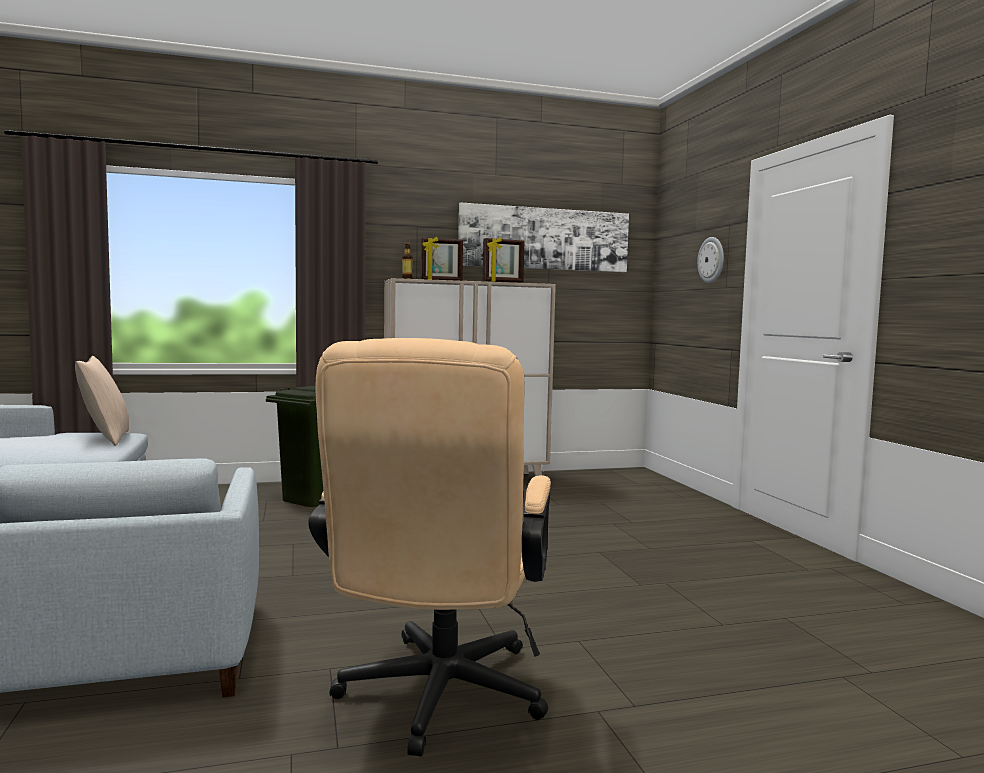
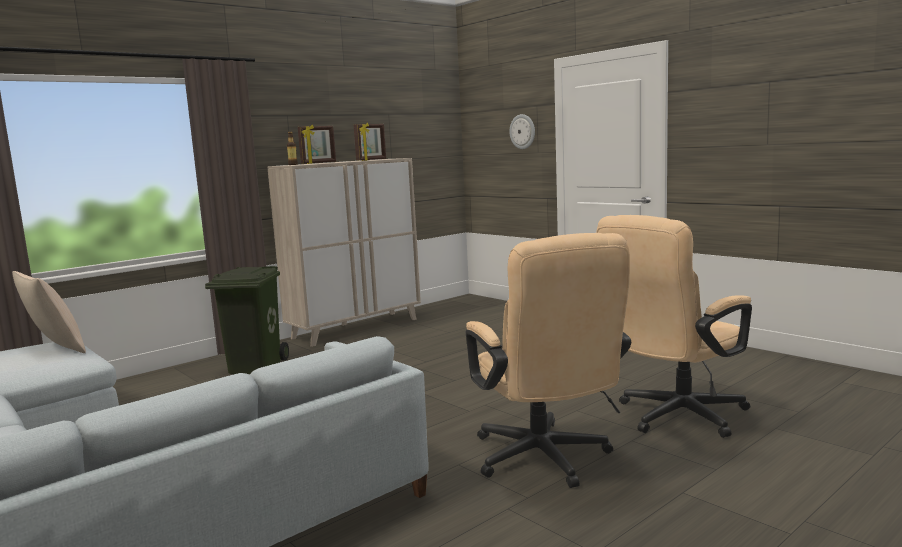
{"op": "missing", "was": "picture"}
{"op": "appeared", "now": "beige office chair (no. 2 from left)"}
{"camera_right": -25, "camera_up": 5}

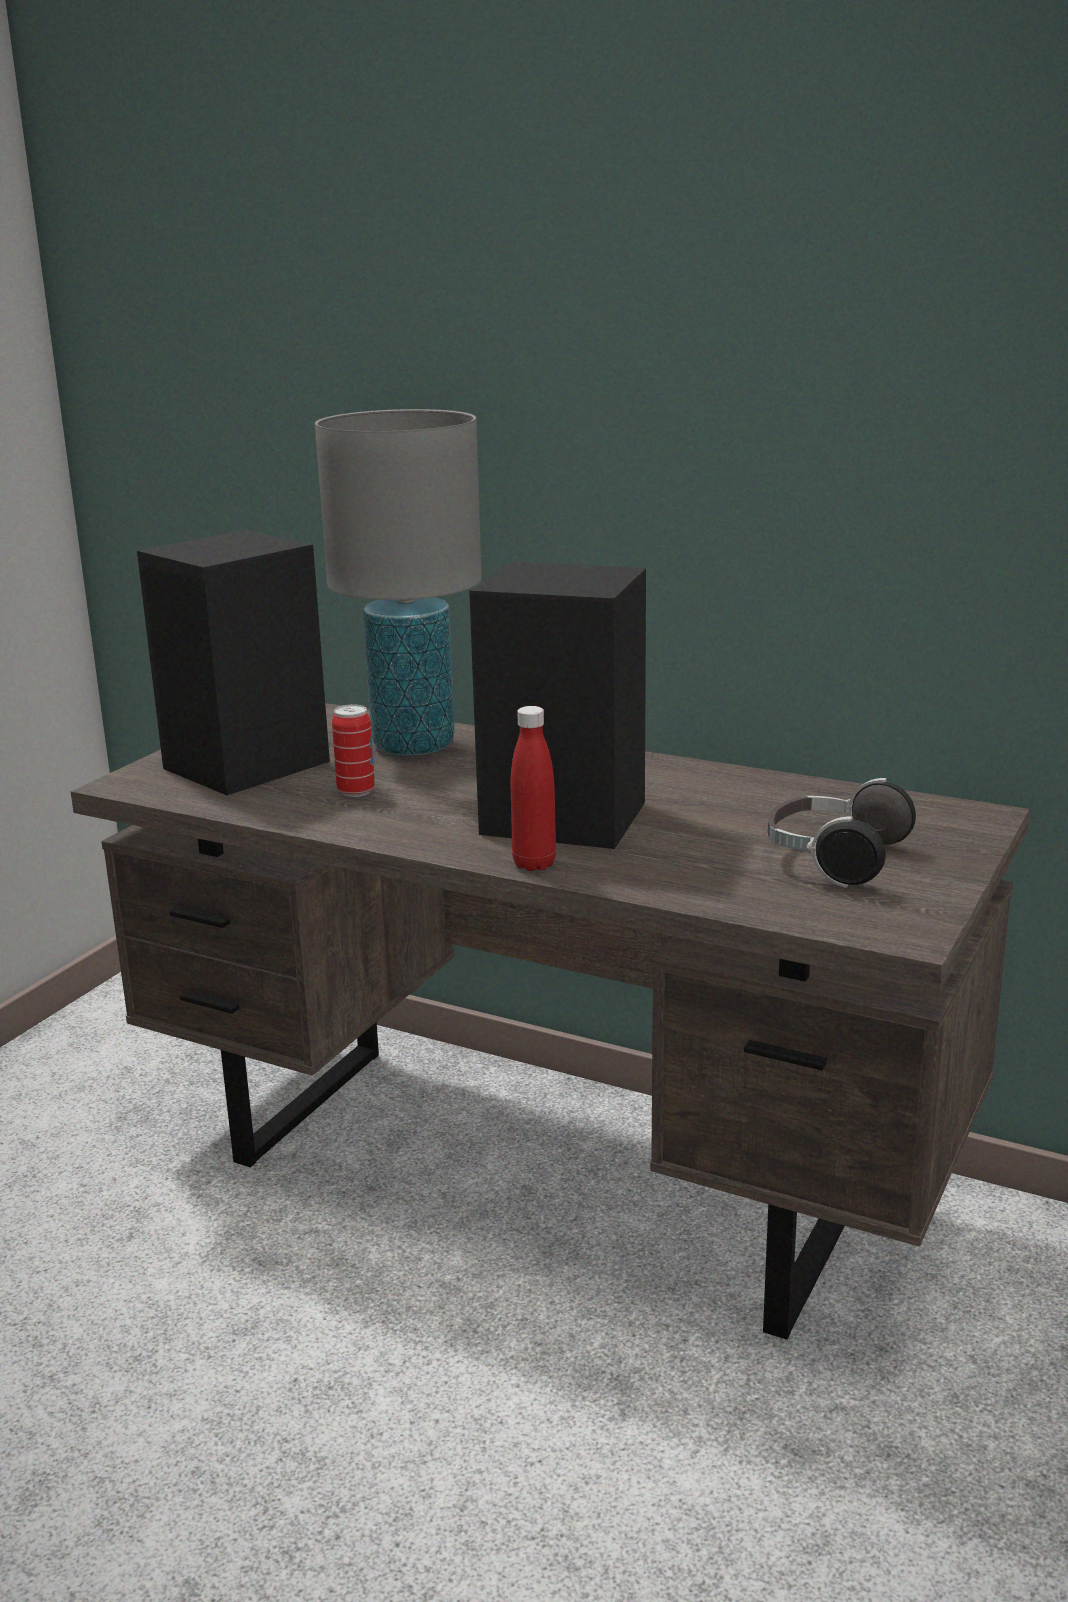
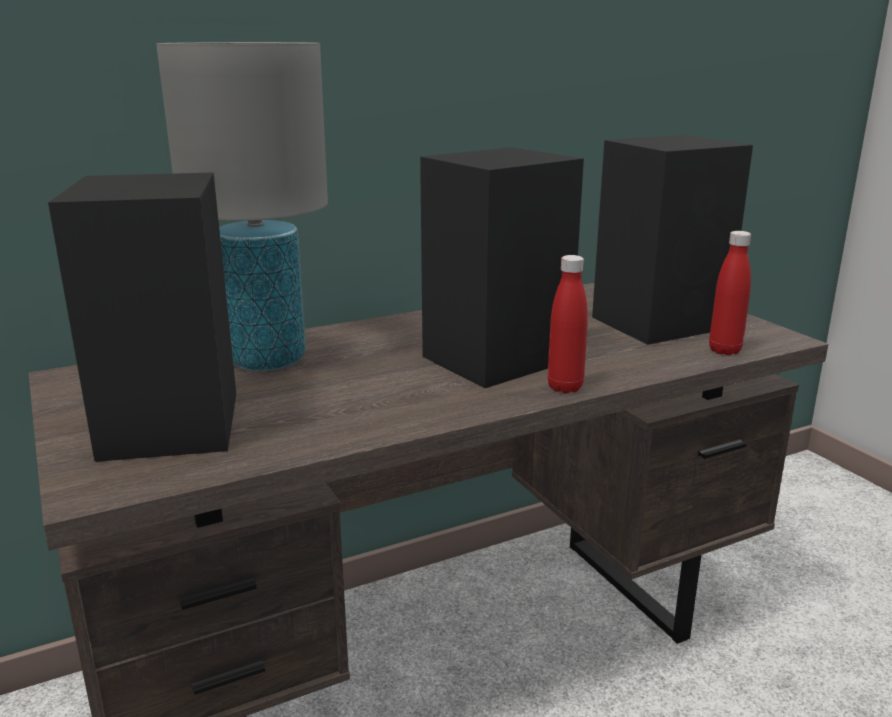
{"op": "missing", "was": "can"}
{"op": "appeared", "now": "red bottle (no. 2 from left)"}
{"op": "exchanged", "was": "headphones", "now": "black speaker (no. 3 from left)"}
{"camera_right": -55, "camera_up": 0}

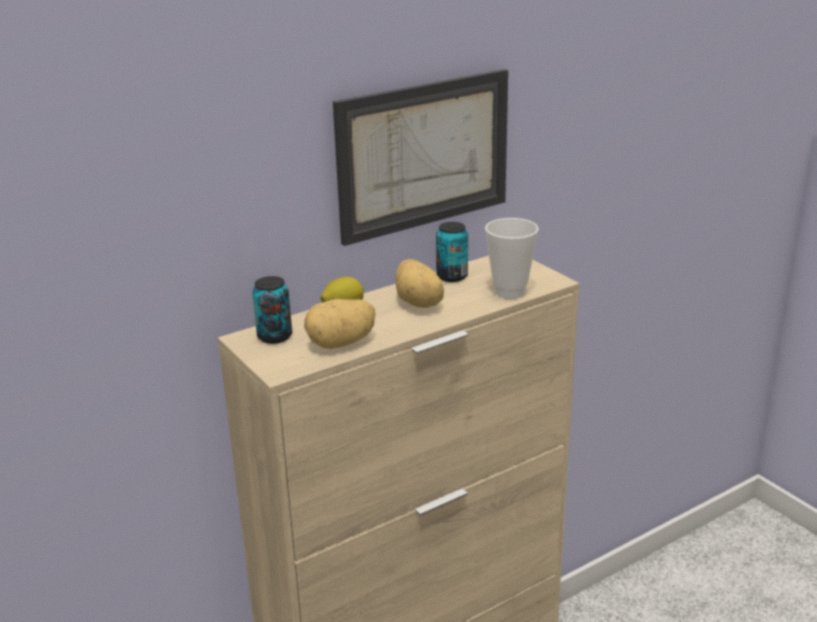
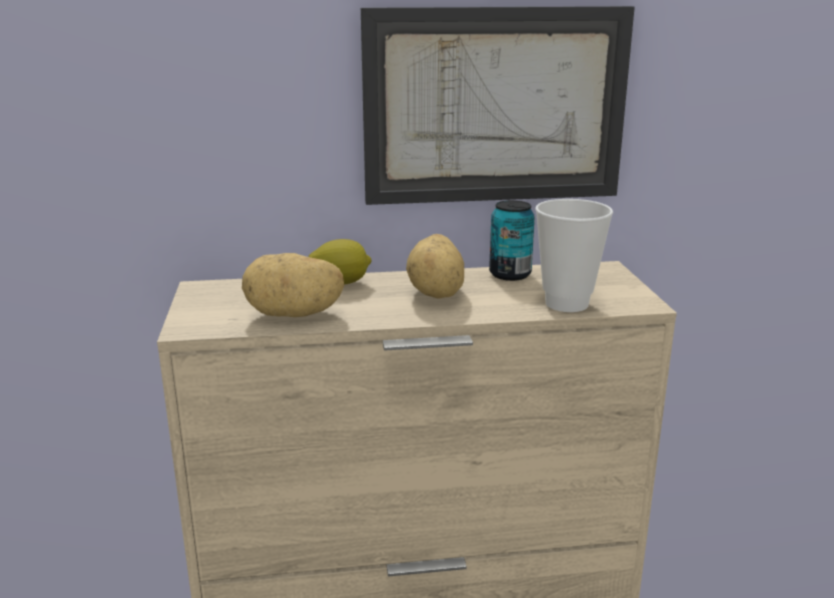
{"op": "missing", "was": "can (no. 1 from left)"}
{"camera_right": 25, "camera_up": -5}

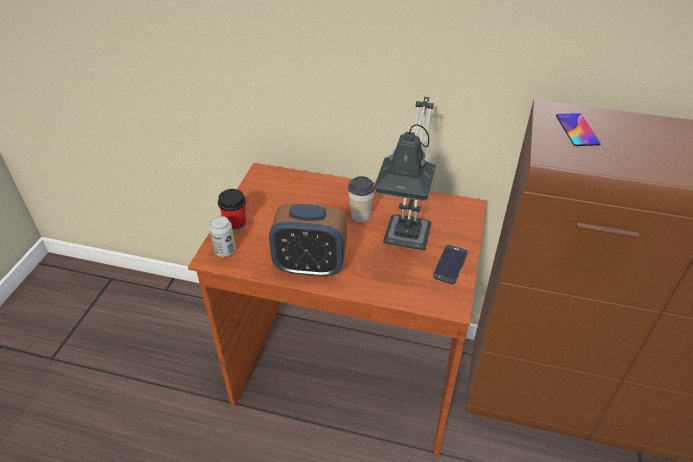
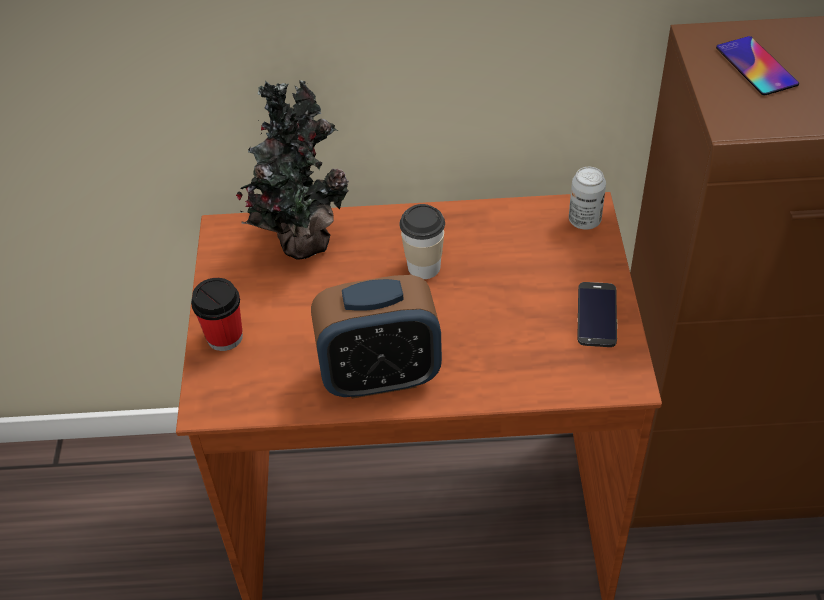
{"op": "missing", "was": "table lamp"}
{"op": "appeared", "now": "potted plant"}
{"op": "relocated", "was": "can"}
{"camera_right": -15, "camera_up": 5}

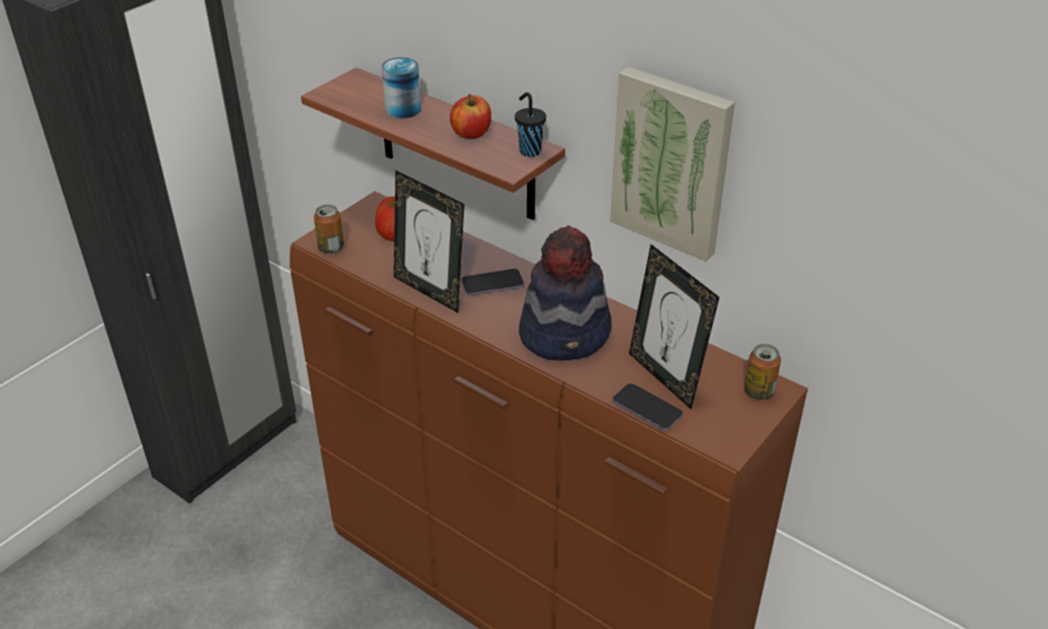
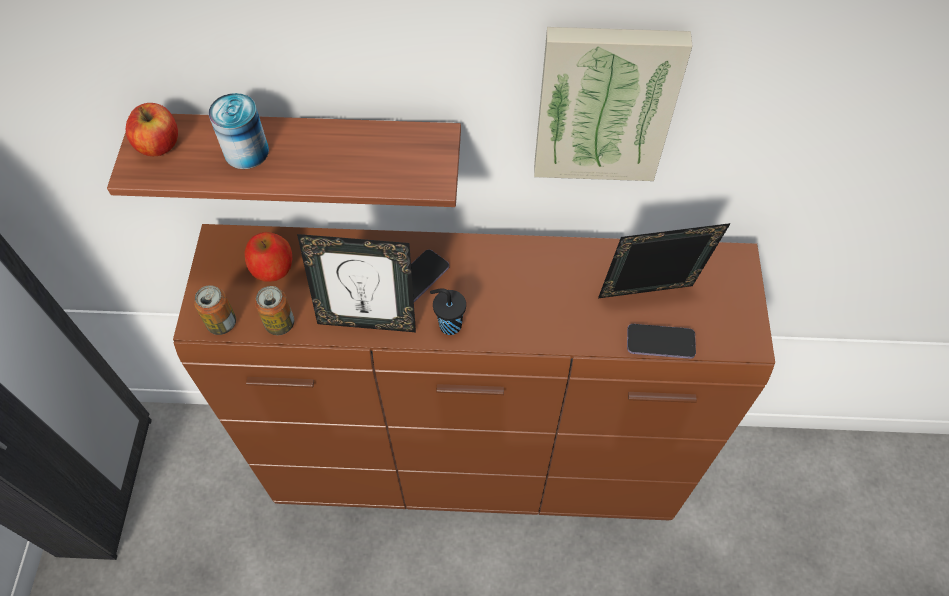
{"op": "missing", "was": "hat"}
{"op": "relocated", "was": "apple (no. 2 from left in the first image)", "now": "apple (no. 1 from left)"}
{"op": "relocated", "was": "black cup"}
{"op": "relocated", "was": "can (no. 3 from left)"}
{"op": "spun", "was": "picture frame (no. 2 from left)", "clockwise": 150}
{"camera_right": -35, "camera_up": 20}

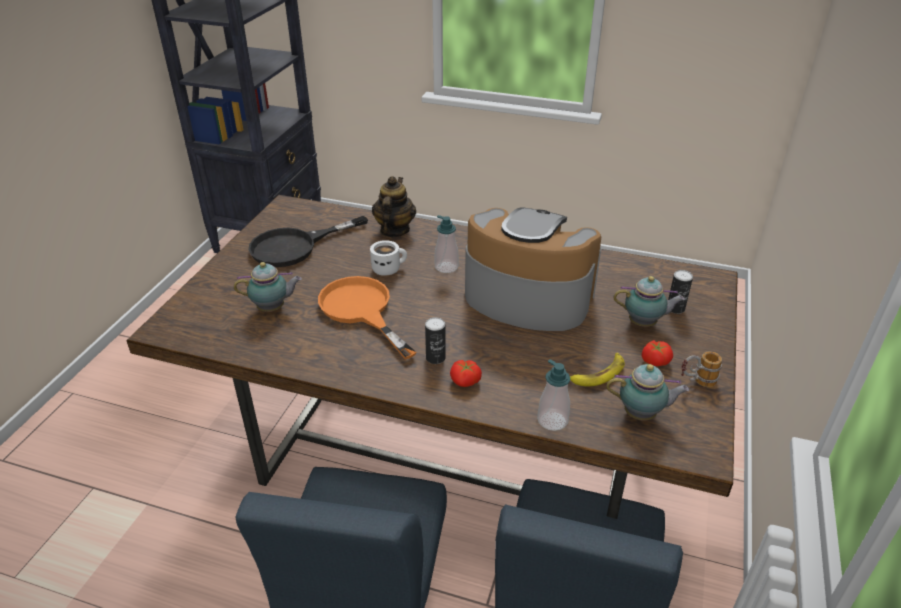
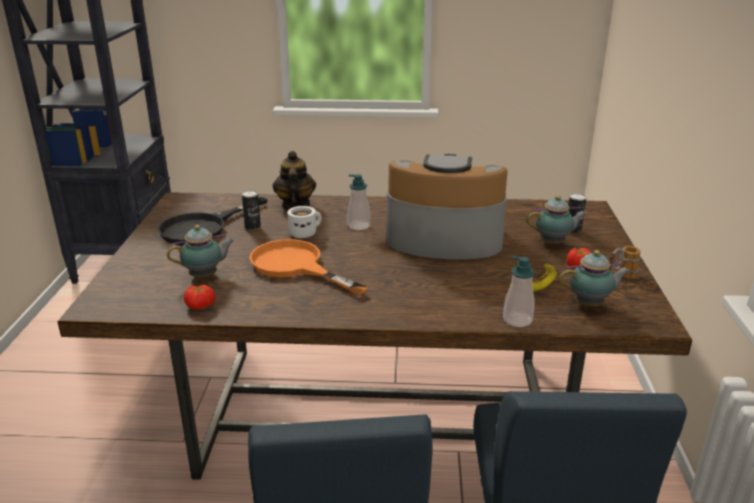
{"op": "relocated", "was": "can (no. 1 from left)"}
{"op": "relocated", "was": "tomato (no. 1 from left)"}
{"camera_right": -15, "camera_up": -10}

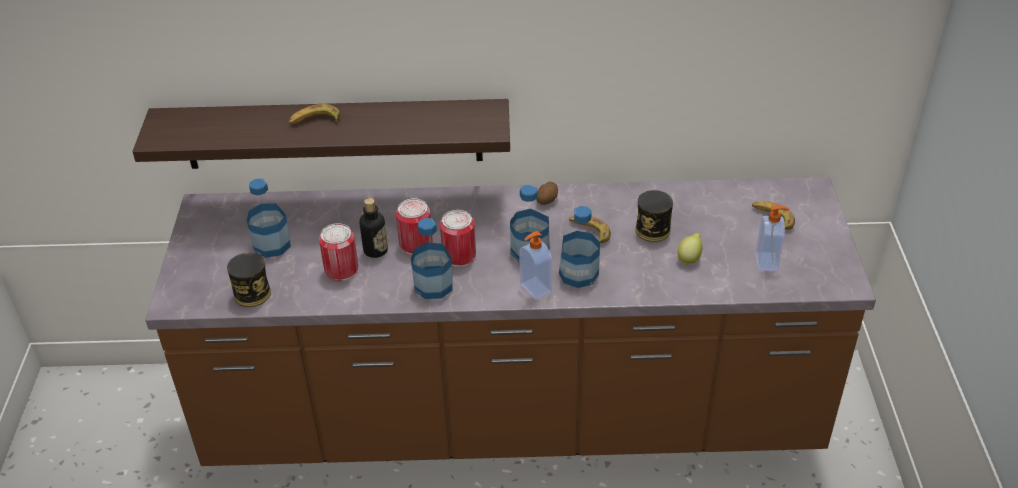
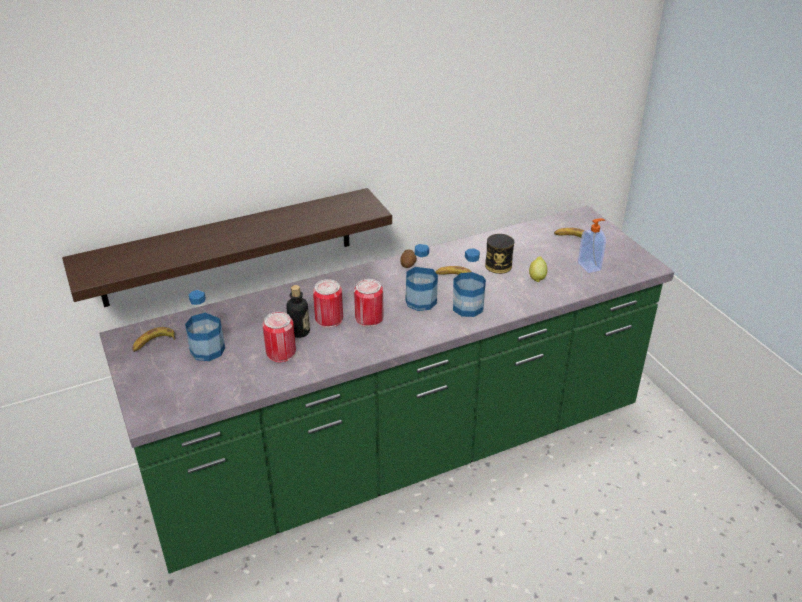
{"op": "missing", "was": "can (no. 1 from left)"}
{"op": "missing", "was": "bottle (no. 3 from left)"}
{"op": "missing", "was": "soap dispenser (no. 1 from left)"}
{"op": "relocated", "was": "banana (no. 1 from left)"}
{"op": "colour", "was": "brown counter", "now": "green counter"}
{"camera_right": -25, "camera_up": -5}

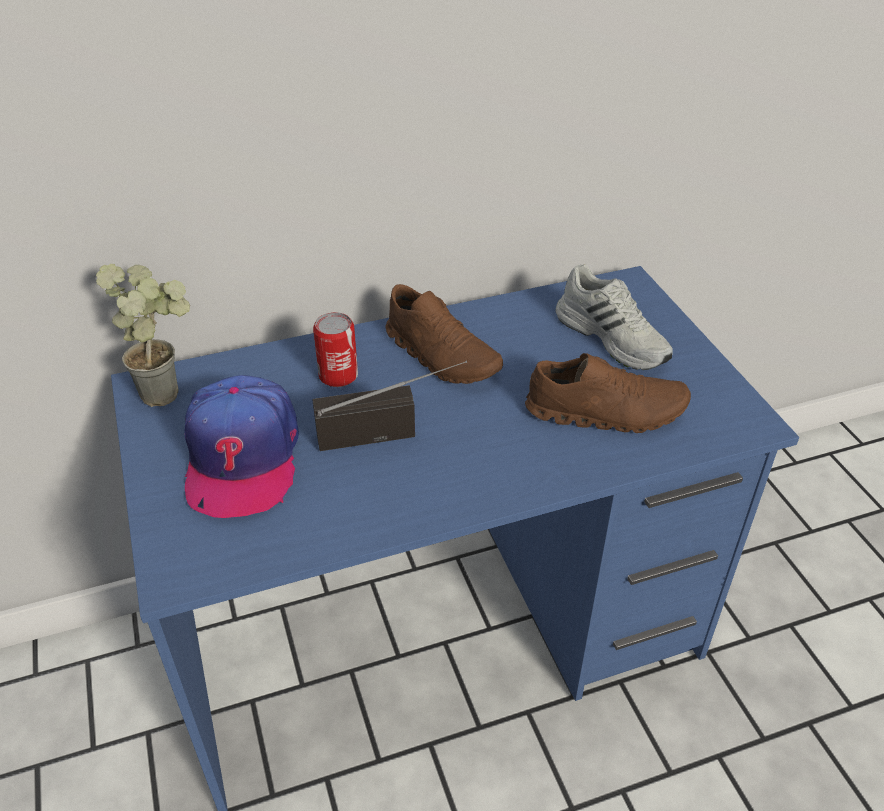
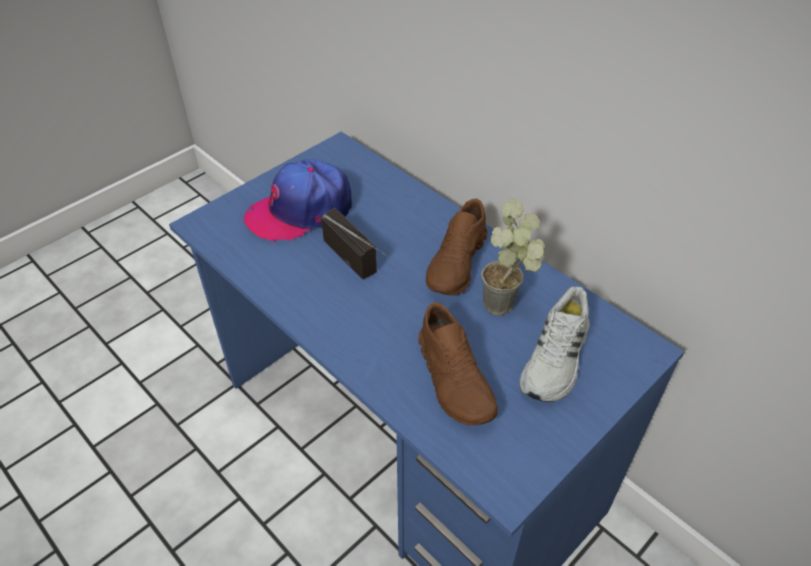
{"op": "missing", "was": "can"}
{"op": "relocated", "was": "potted plant"}
{"camera_right": 65, "camera_up": 5}

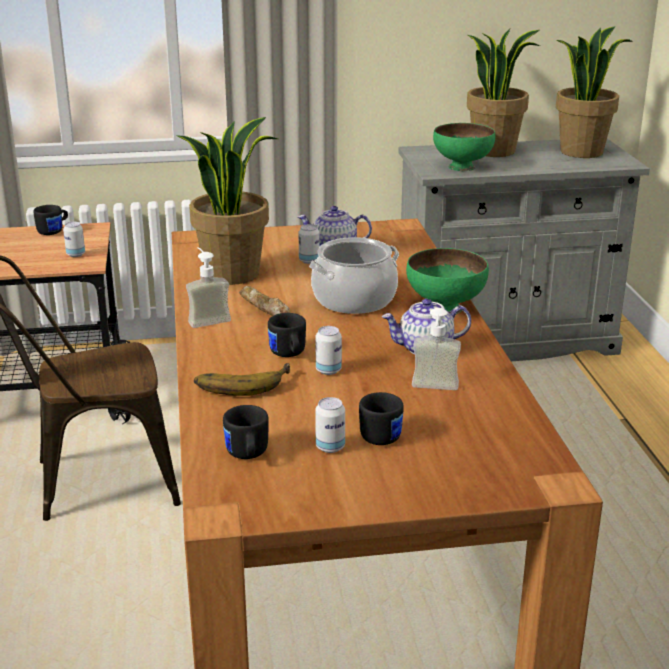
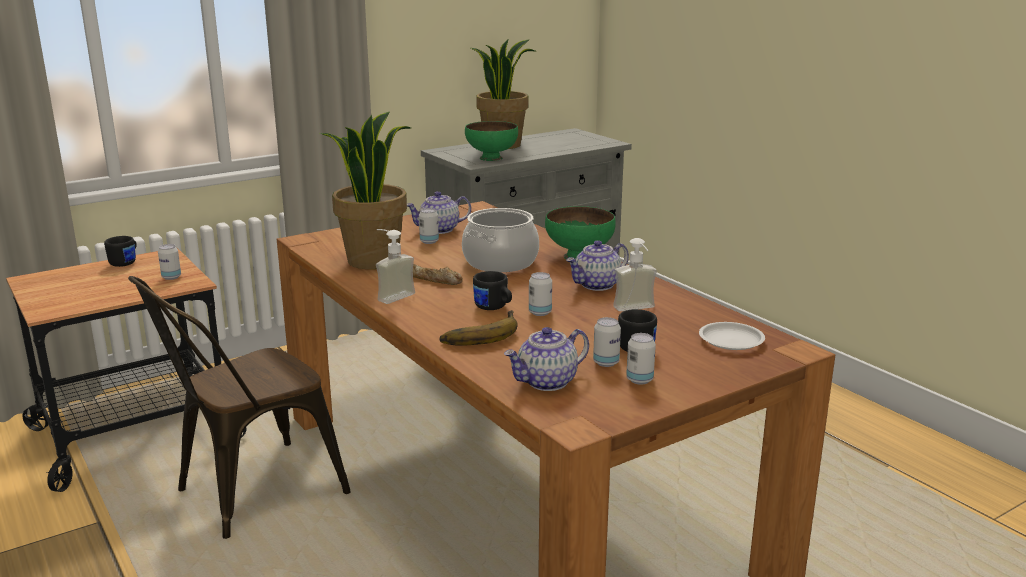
{"op": "missing", "was": "potted plant (no. 3 from left)"}
{"op": "appeared", "now": "can (no. 5 from left)"}
{"op": "appeared", "now": "white plate"}
{"op": "exchanged", "was": "black mug (no. 2 from left)", "now": "teapot (no. 2 from left)"}
{"camera_right": -25, "camera_up": -5}

